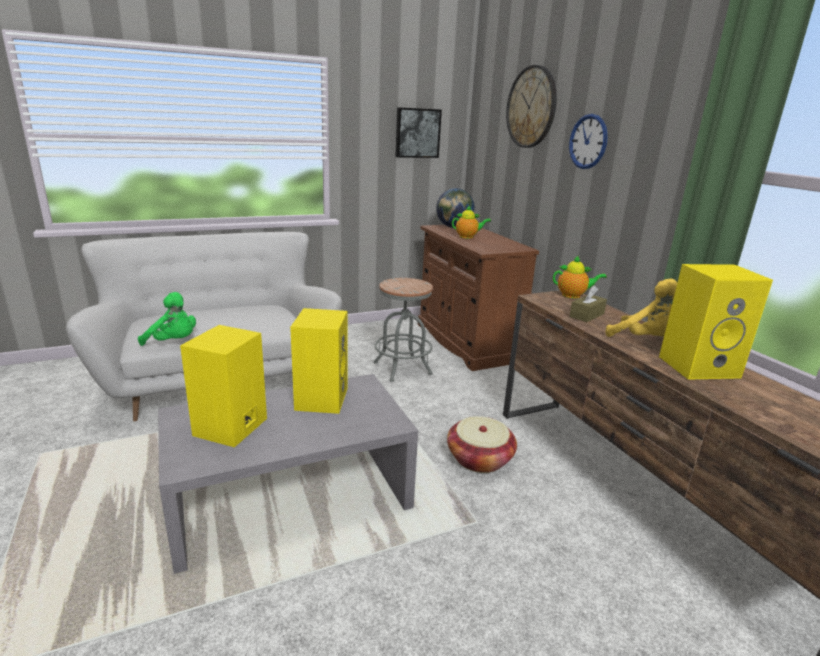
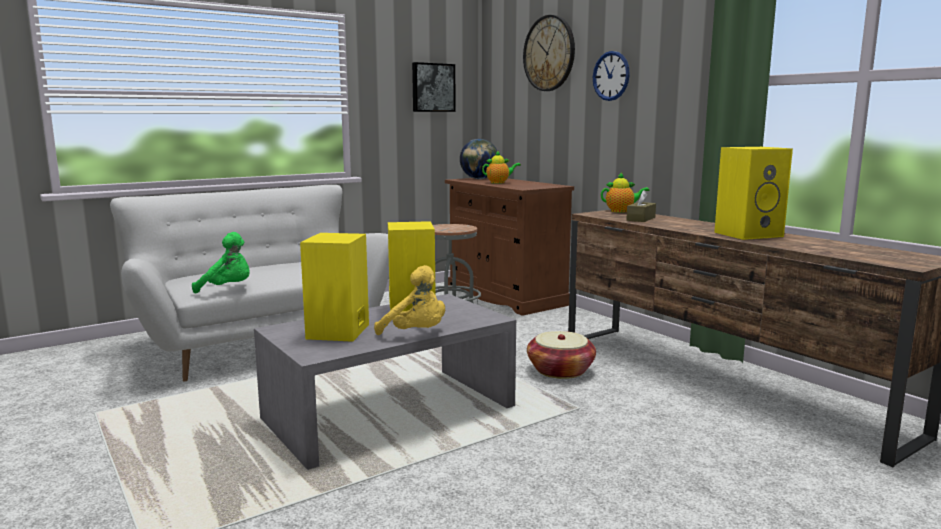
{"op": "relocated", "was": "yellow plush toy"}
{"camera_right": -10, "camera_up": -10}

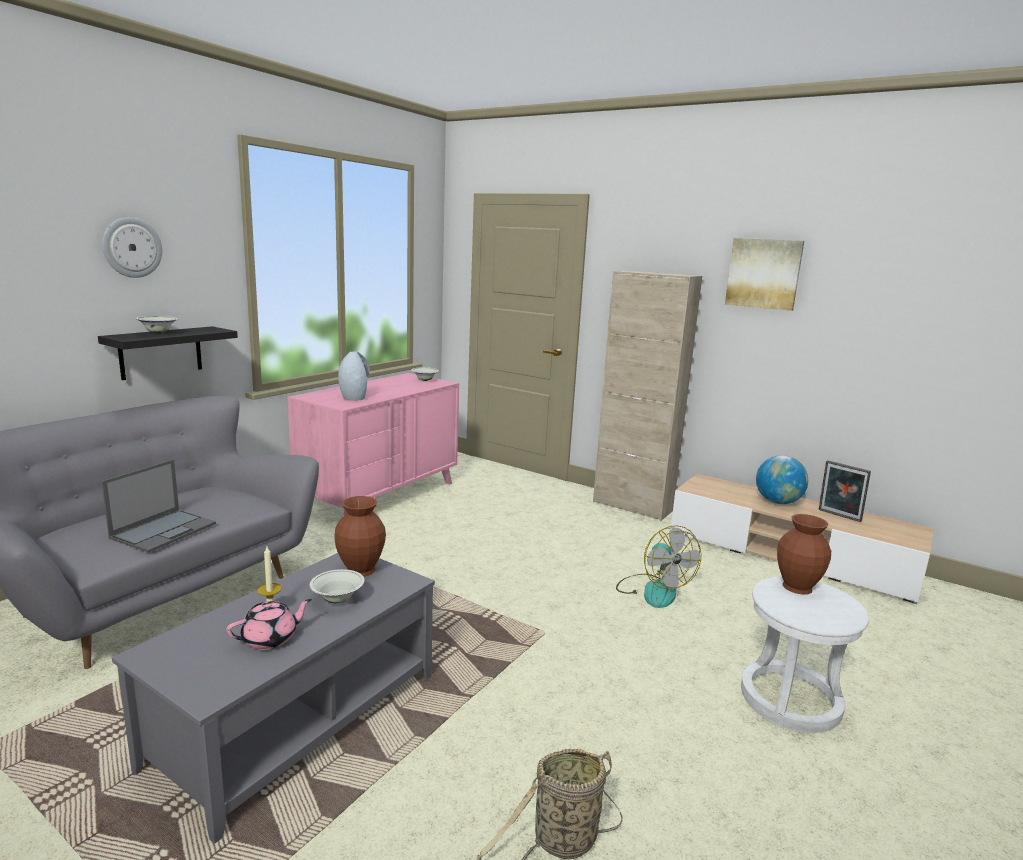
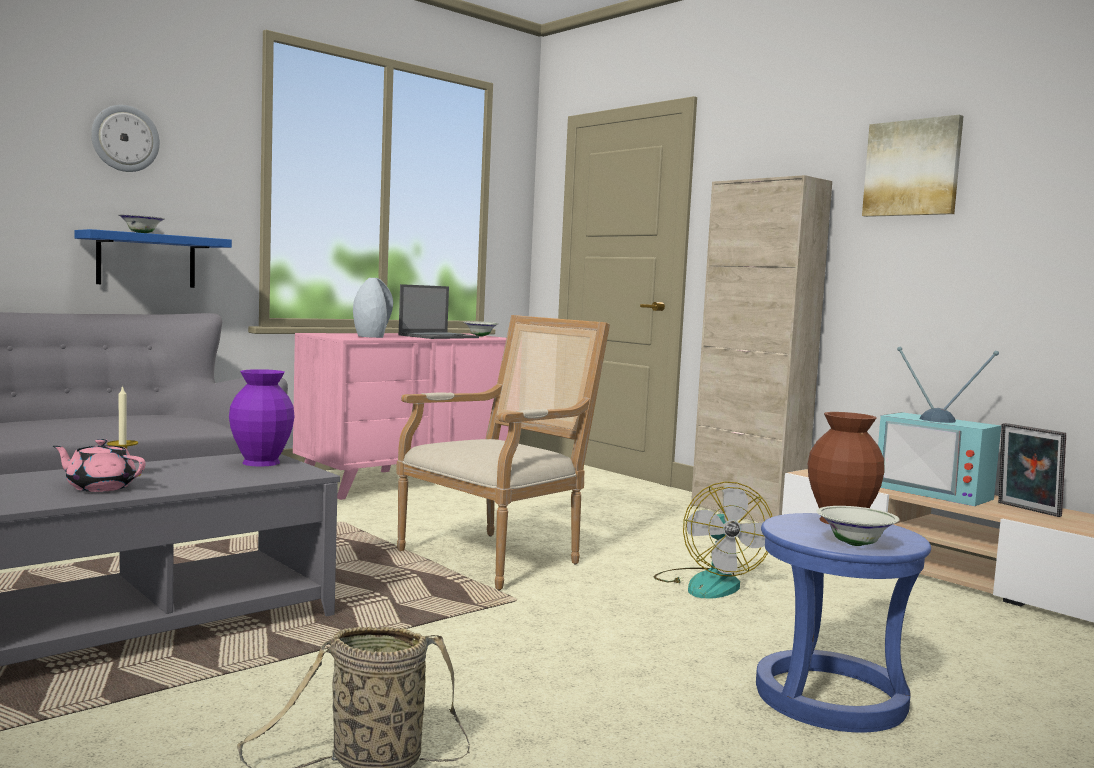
{"op": "appeared", "now": "armchair"}
{"op": "relocated", "was": "laptop"}
{"op": "relocated", "was": "white bowl (no. 2 from left in the first image)", "now": "white bowl (no. 3 from left)"}
{"op": "exchanged", "was": "globe", "now": "television"}
{"op": "colour", "was": "black shelf", "now": "blue shelf"}
{"op": "colour", "was": "brown vase (no. 1 from left)", "now": "purple vase"}
{"op": "colour", "was": "white stool", "now": "blue stool"}
{"op": "spun", "was": "pink teapot", "clockwise": -150}
{"camera_right": 15, "camera_up": -10}

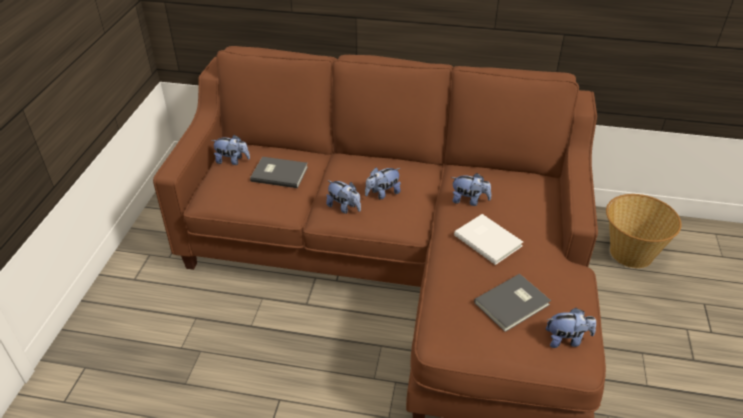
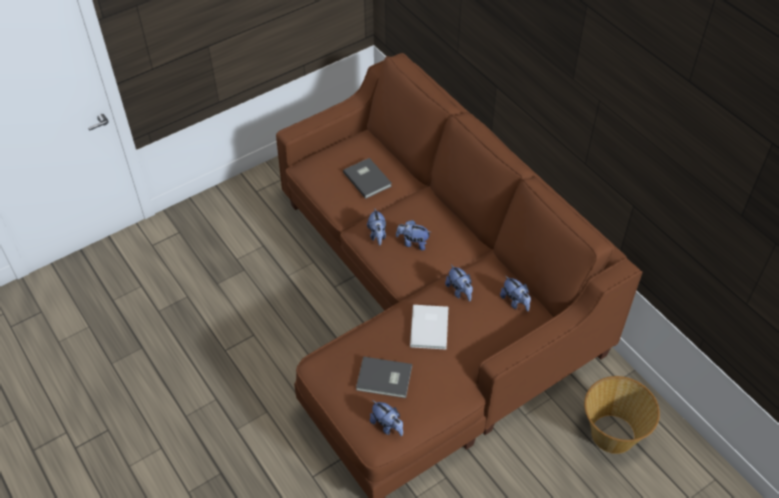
{"op": "relocated", "was": "plush toy (no. 1 from left in the first image)", "now": "plush toy (no. 5 from left)"}
{"camera_right": 45, "camera_up": 10}

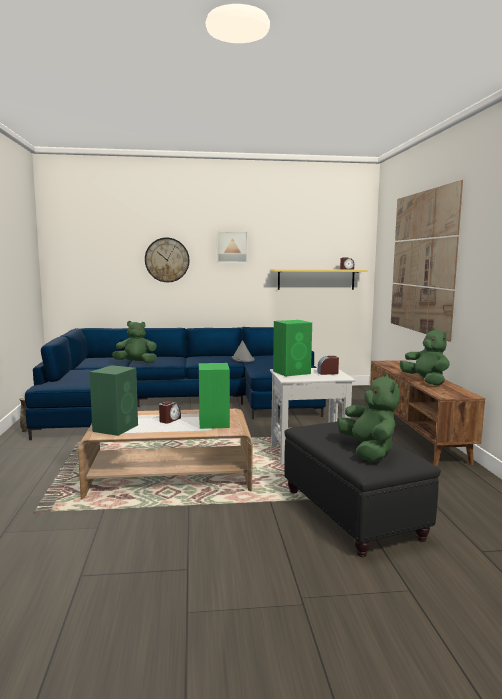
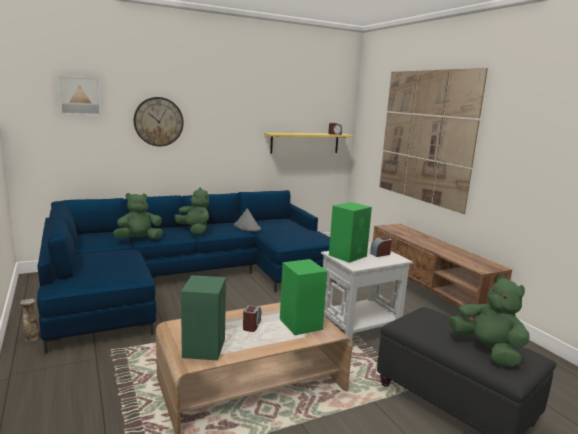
{"op": "relocated", "was": "picture (no. 1 from left)"}
{"op": "relocated", "was": "green plush toy (no. 3 from left in the first image)", "now": "green plush toy (no. 2 from left)"}
{"camera_right": -20, "camera_up": 5}

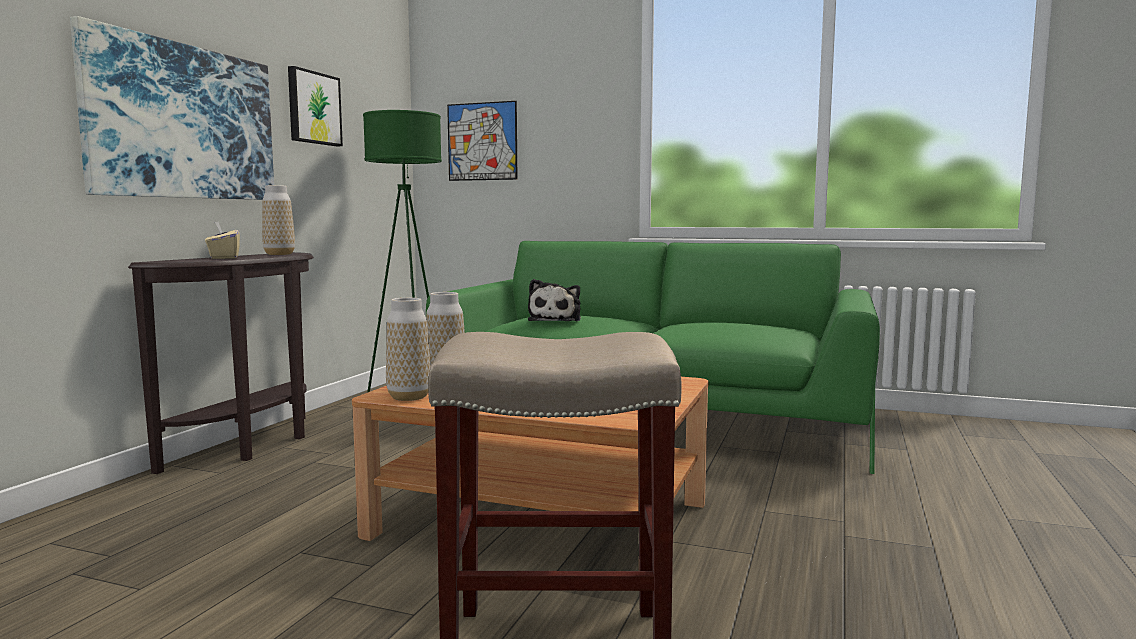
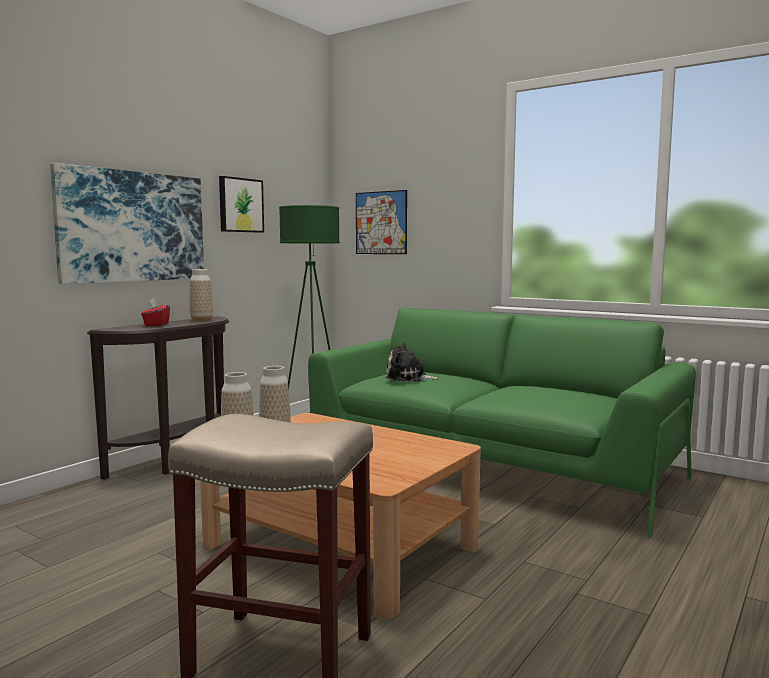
{"op": "colour", "was": "beige tissue box", "now": "red tissue box"}
{"op": "spun", "was": "plush toy", "clockwise": 75}
{"camera_right": 15, "camera_up": 0}

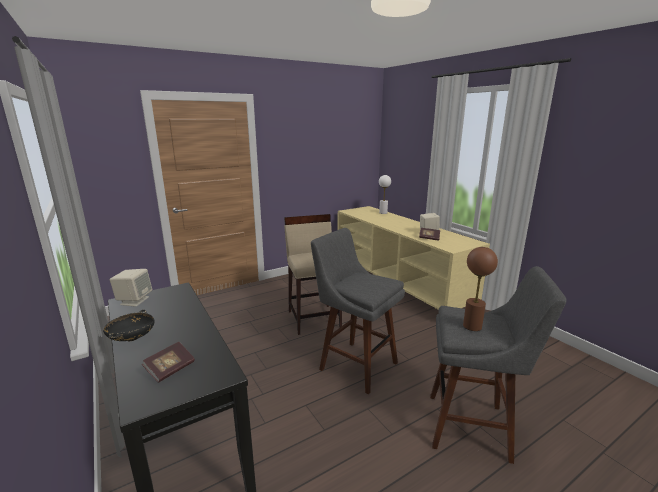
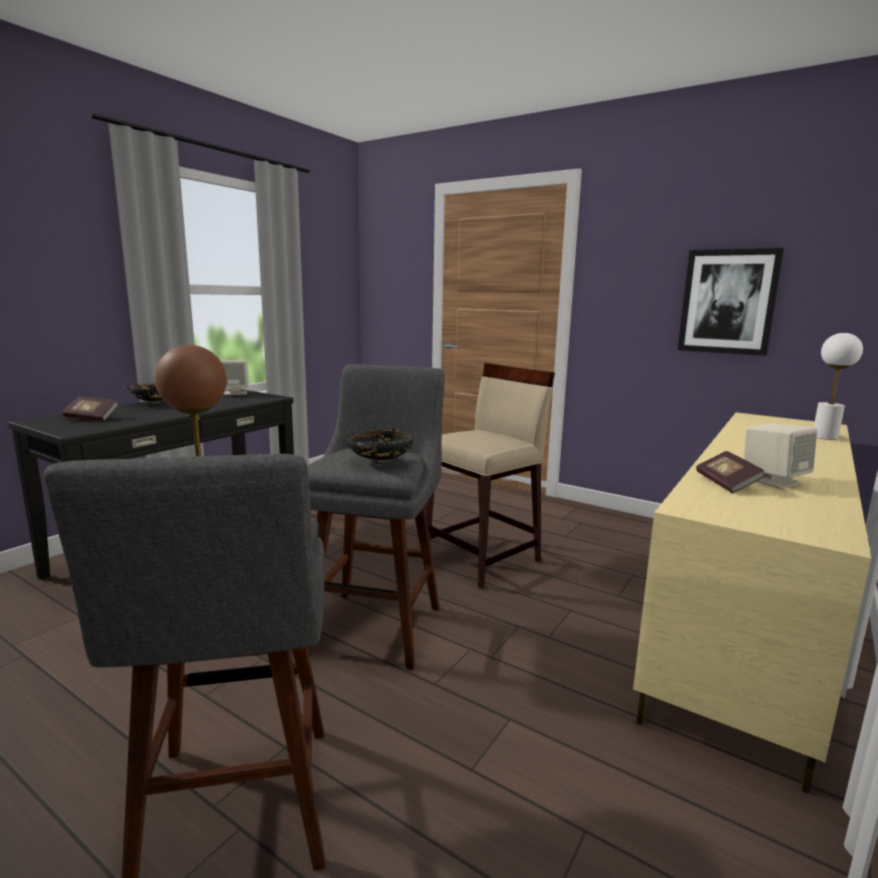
{"op": "appeared", "now": "black bowl (no. 2 from left)"}
{"op": "appeared", "now": "picture"}
{"camera_right": 65, "camera_up": -5}

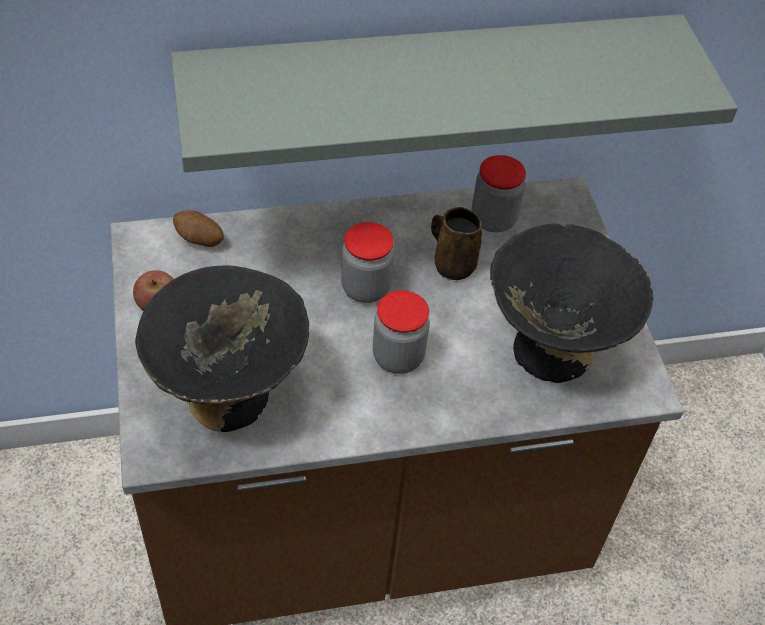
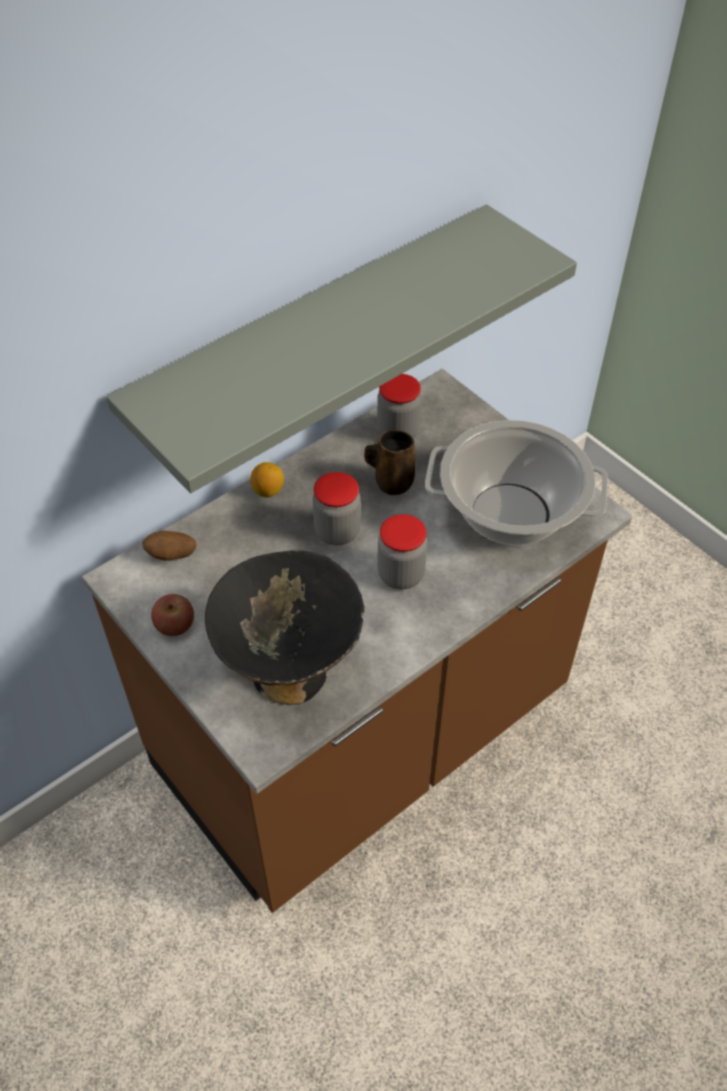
{"op": "appeared", "now": "lemon"}
{"op": "exchanged", "was": "black bowl (no. 2 from left)", "now": "cooking pot"}
{"camera_right": -25, "camera_up": 0}

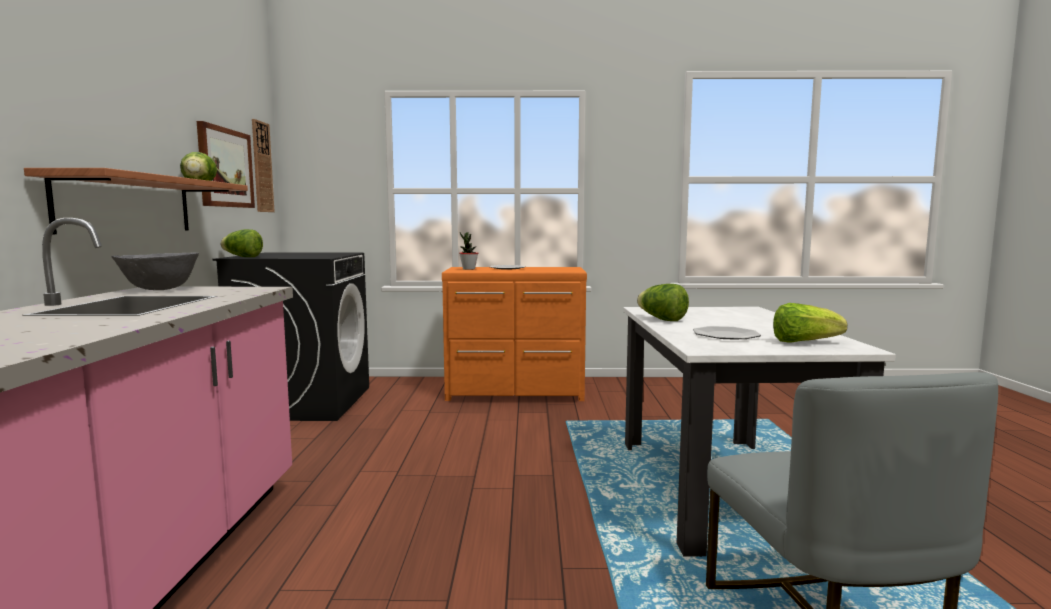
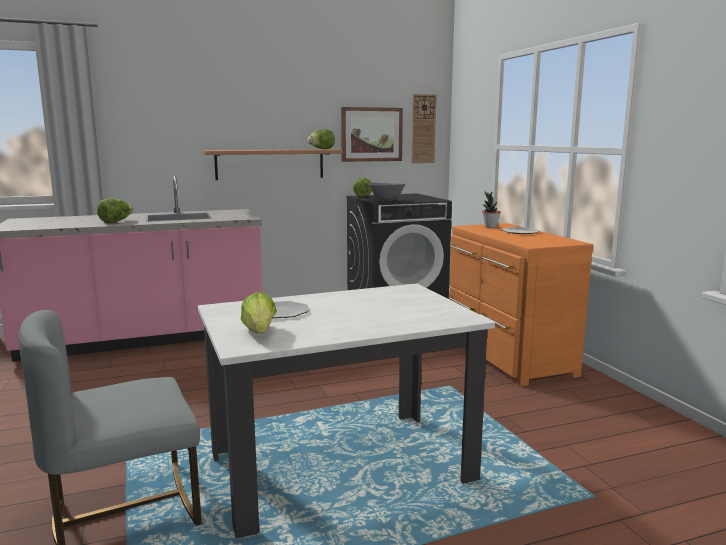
{"op": "relocated", "was": "grey bowl"}
{"op": "relocated", "was": "lettuce (no. 3 from left in the first image)", "now": "lettuce (no. 1 from left)"}
{"camera_right": 70, "camera_up": 5}

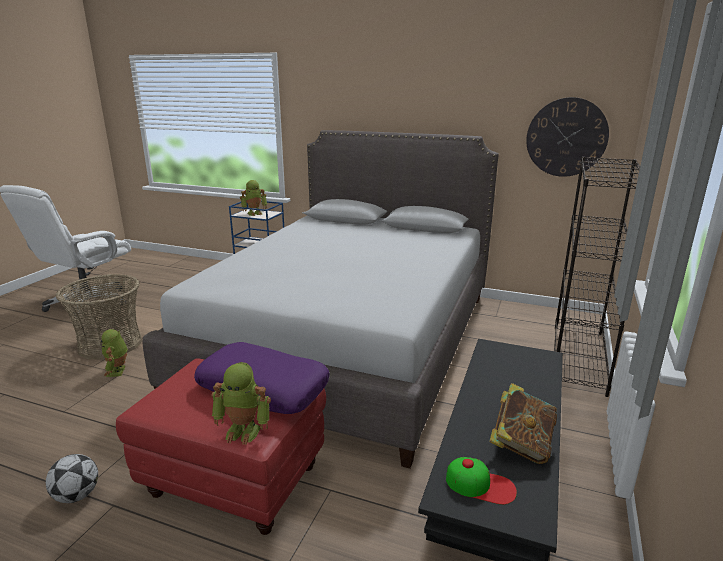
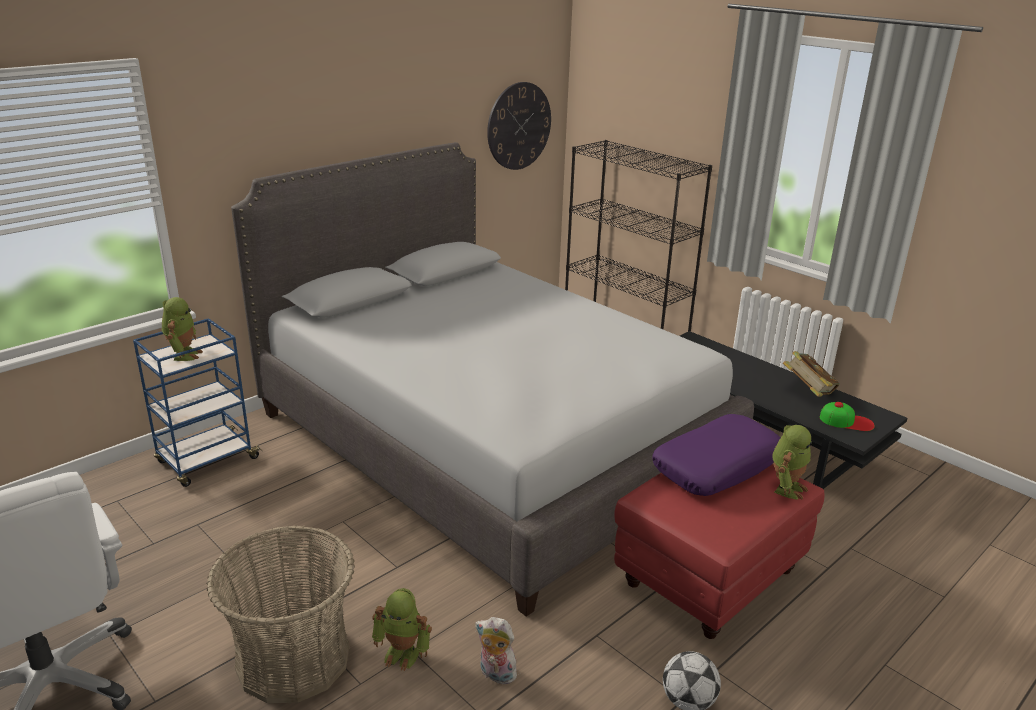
{"op": "appeared", "now": "plush toy"}
{"op": "spun", "was": "cap", "clockwise": 60}
{"camera_right": -65, "camera_up": 5}

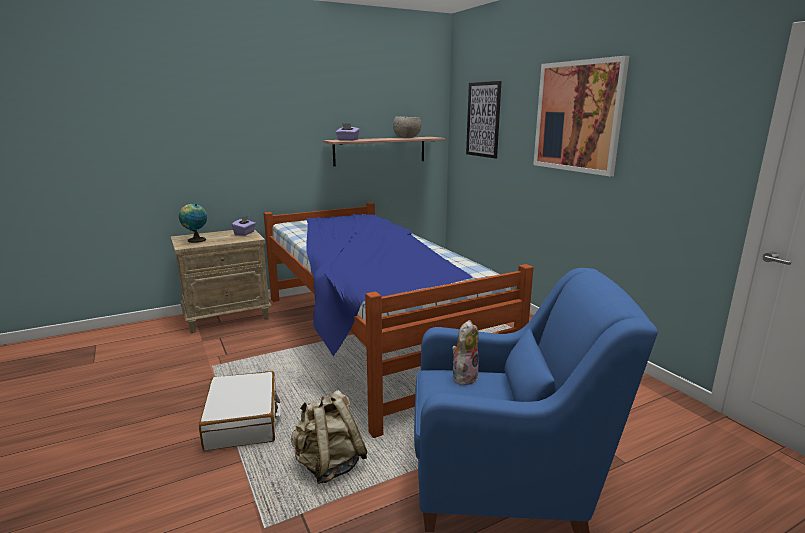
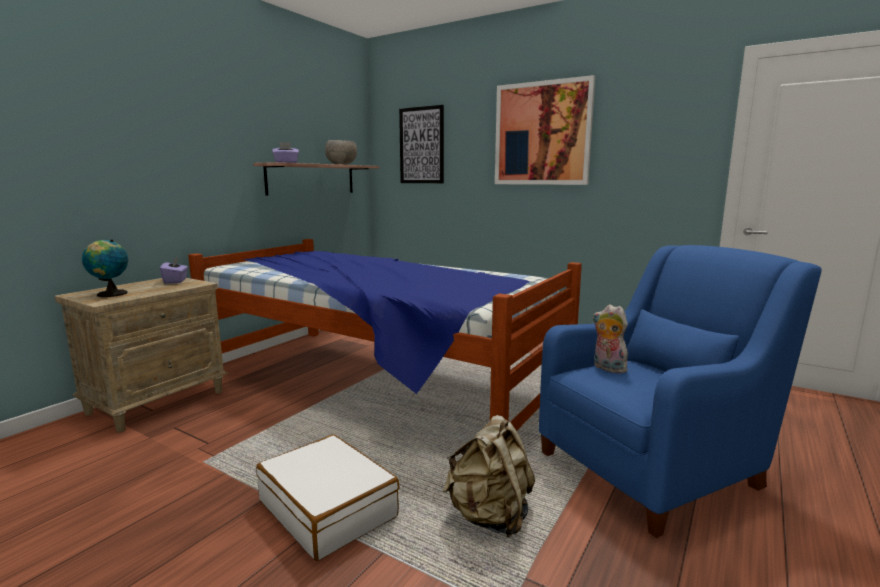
{"op": "spun", "was": "plush toy", "clockwise": -45}
{"camera_right": -30, "camera_up": -5}

